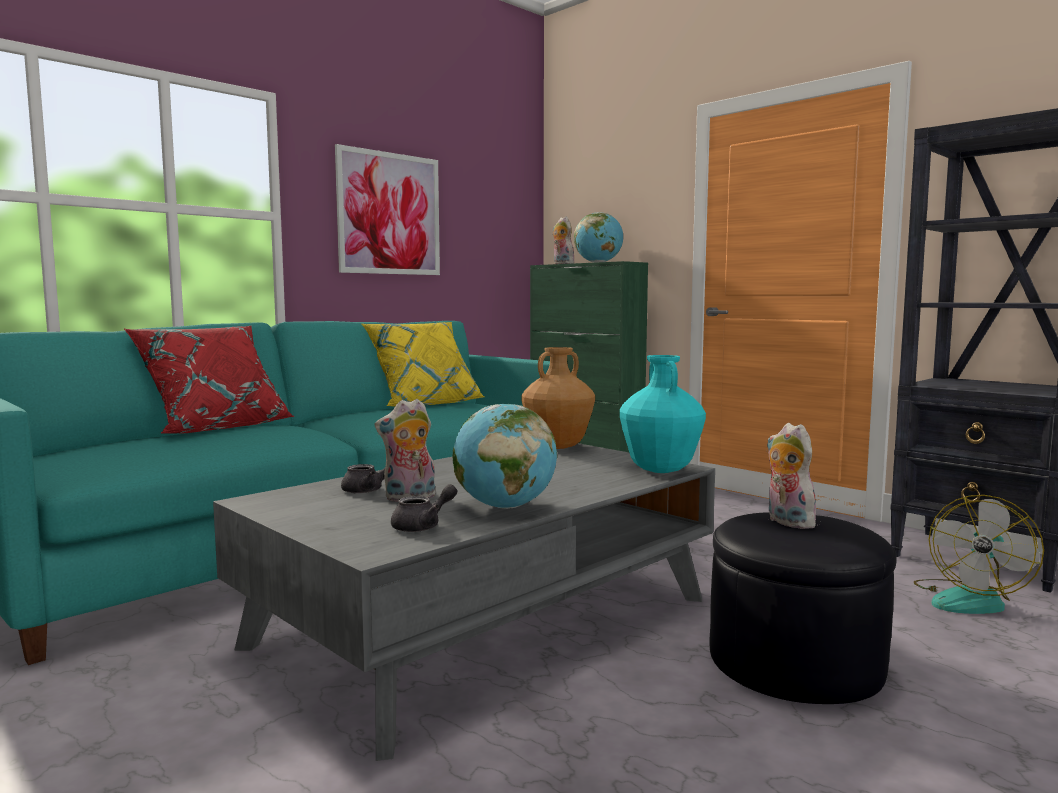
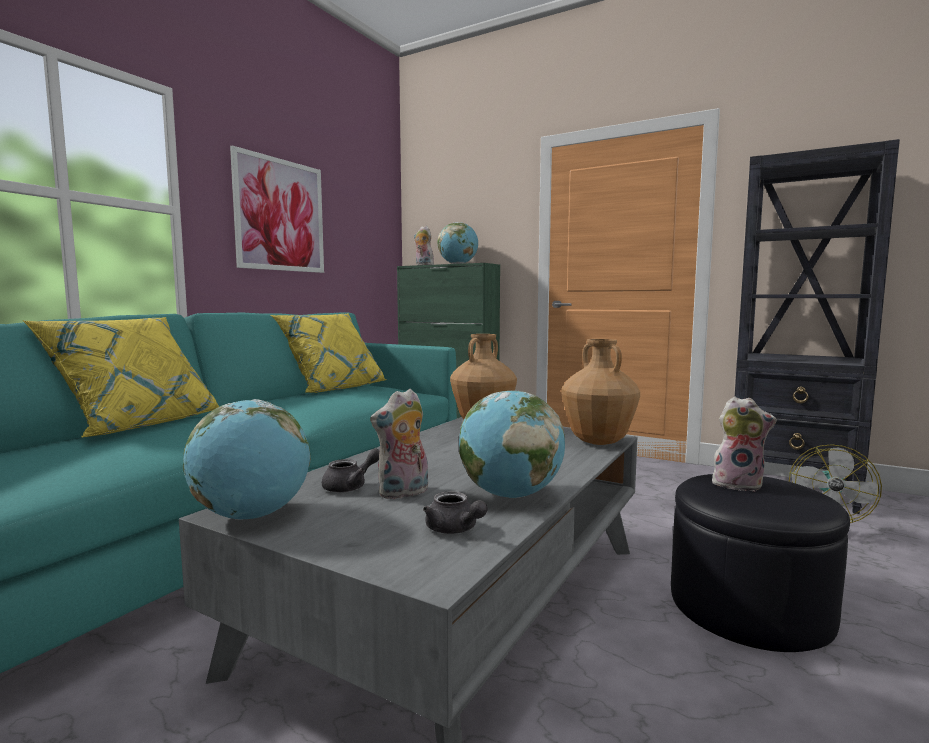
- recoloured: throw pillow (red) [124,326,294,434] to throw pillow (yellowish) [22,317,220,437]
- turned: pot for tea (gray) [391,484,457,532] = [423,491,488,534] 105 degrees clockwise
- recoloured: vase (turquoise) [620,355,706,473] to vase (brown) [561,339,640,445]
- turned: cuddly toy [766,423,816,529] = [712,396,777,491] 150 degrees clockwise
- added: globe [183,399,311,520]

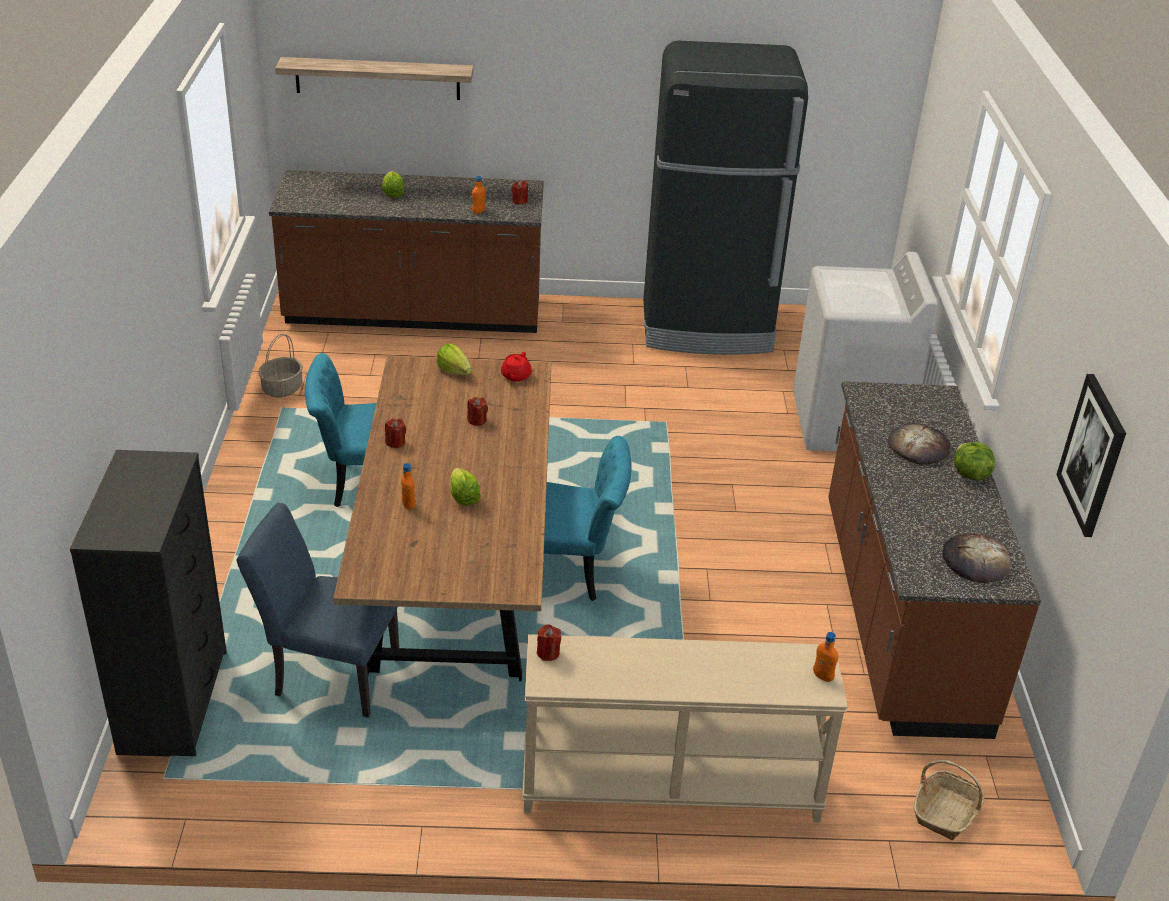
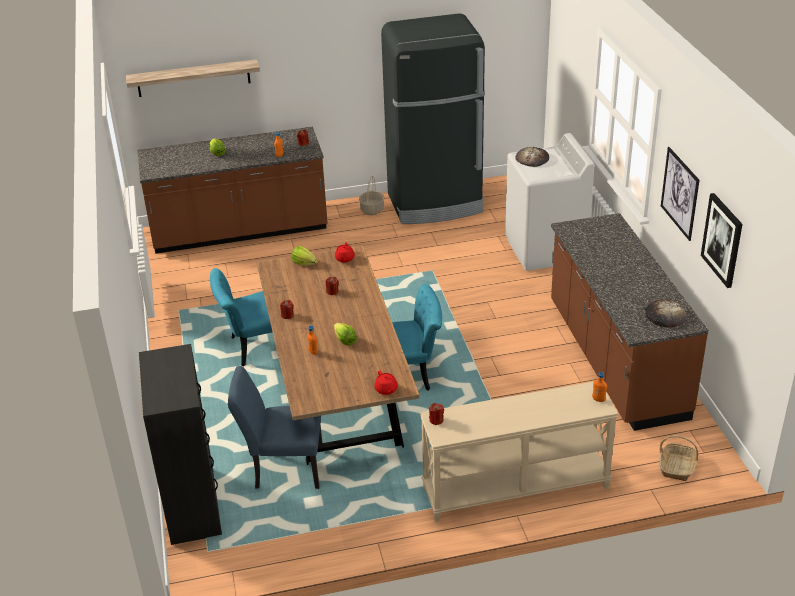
- moved: basket [258,334,303,397] to [359,176,384,215]
- moved: baked bread [887,423,950,465] to [516,147,549,167]
- removed: head of lettuce [954,442,995,481]
- added: pot for tea (red) [374,371,398,395]
- added: picture [661,147,700,241]

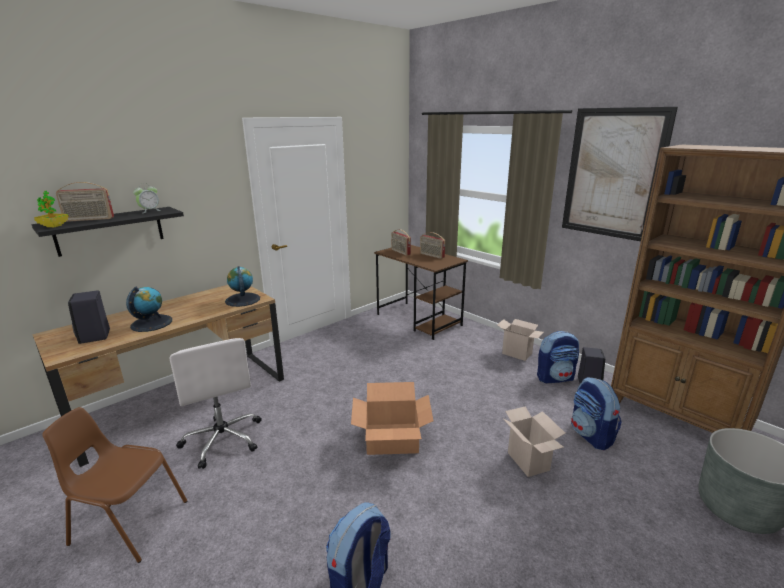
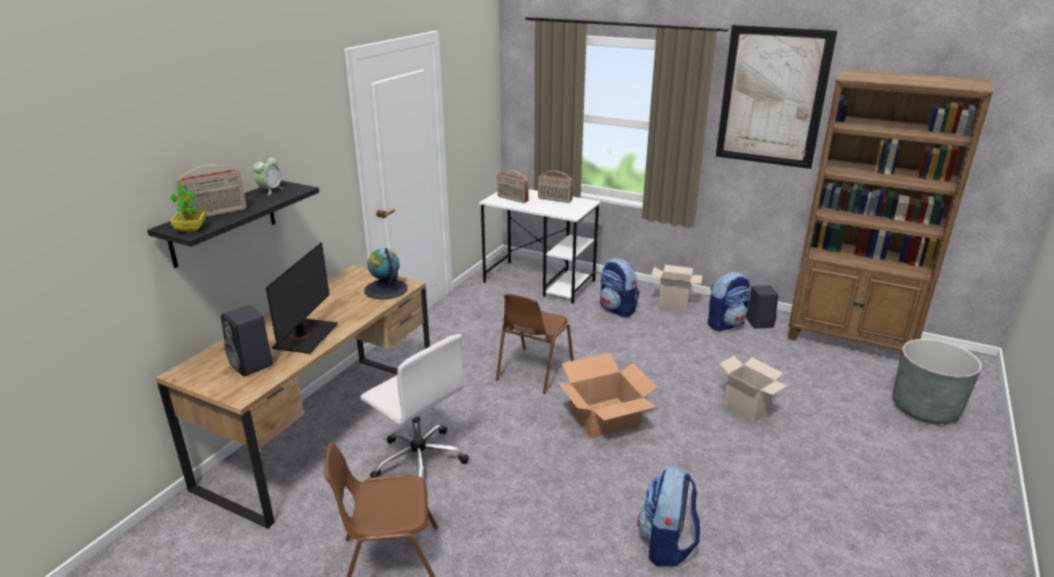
- replaced: globe [126,286,172,332] to computer screen [266,242,338,354]
- recoloured: desk unit (brown) [374,245,468,340] to desk unit (white) [479,189,601,304]
- moved: rucksack [571,377,622,450] to [600,258,639,317]
- added: upright chair (brown) [496,293,574,394]

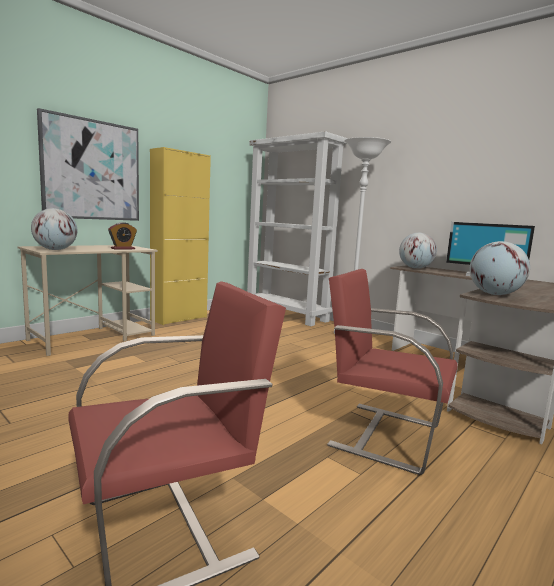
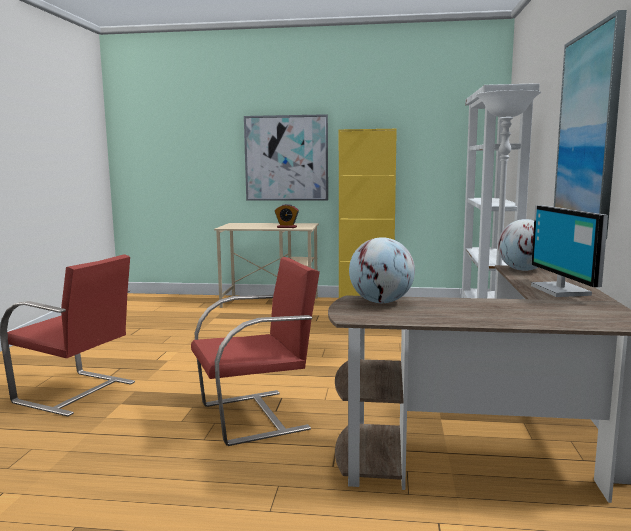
- removed: globe [31,208,77,250]
- turned: upright chair (red) [327,269,458,475] = [191,257,320,446] 75 degrees clockwise
- added: picture [554,10,627,239]

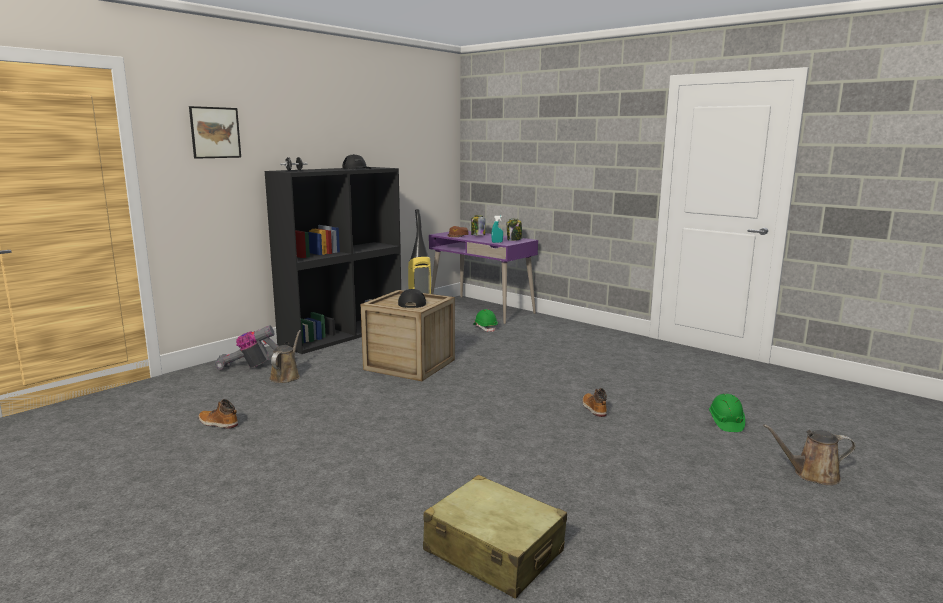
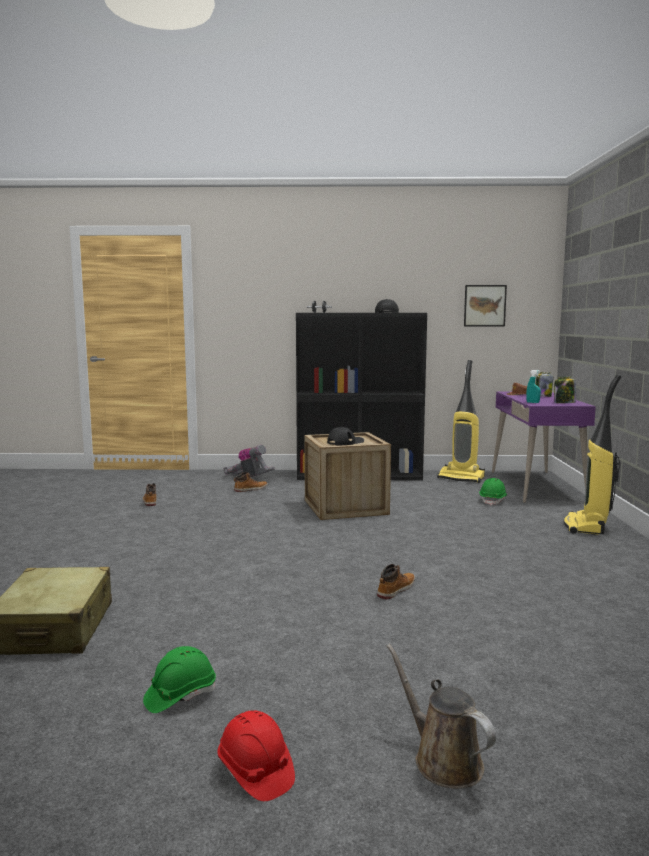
- moved: picture [189,106,241,159] to [464,285,507,326]
- replaced: watering pot (brown) [269,330,301,383] to high-top boot [234,472,268,492]
- moved: safety helmet (green-coloured) [709,394,745,432] to [143,646,216,713]
- added: safety helmet (red) [217,710,295,801]
- added: vacuum [563,374,622,535]

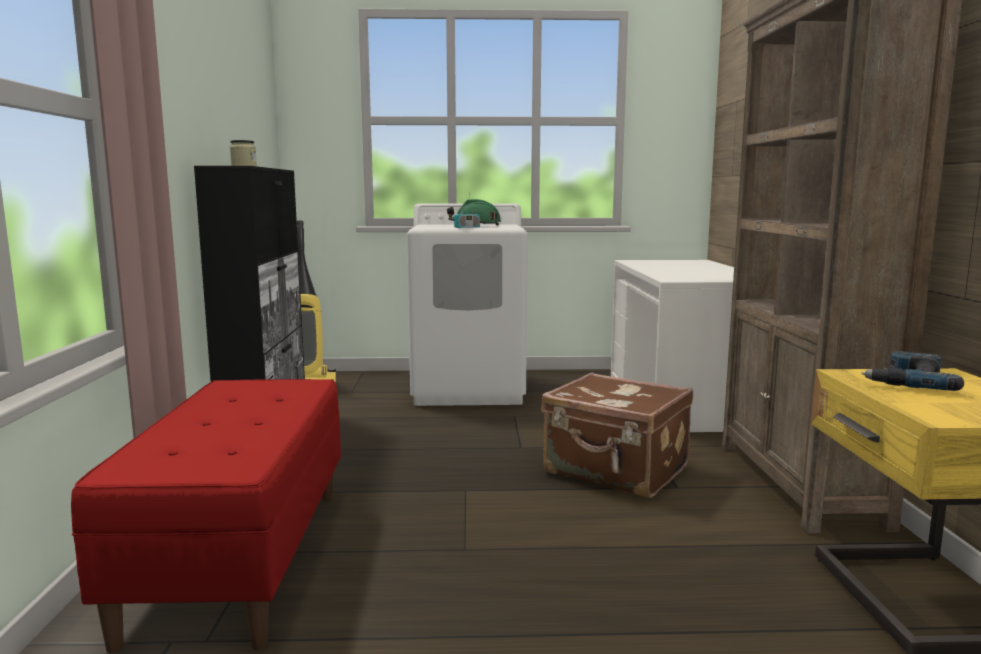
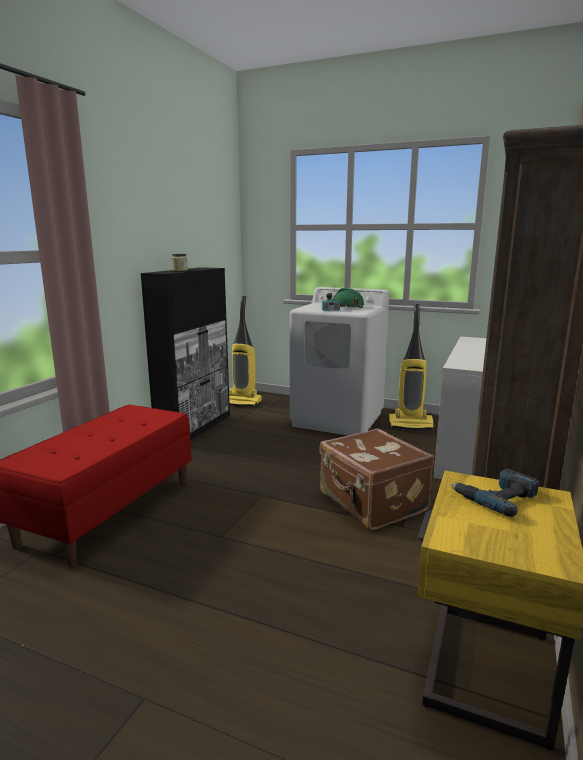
- added: vacuum [389,304,435,430]

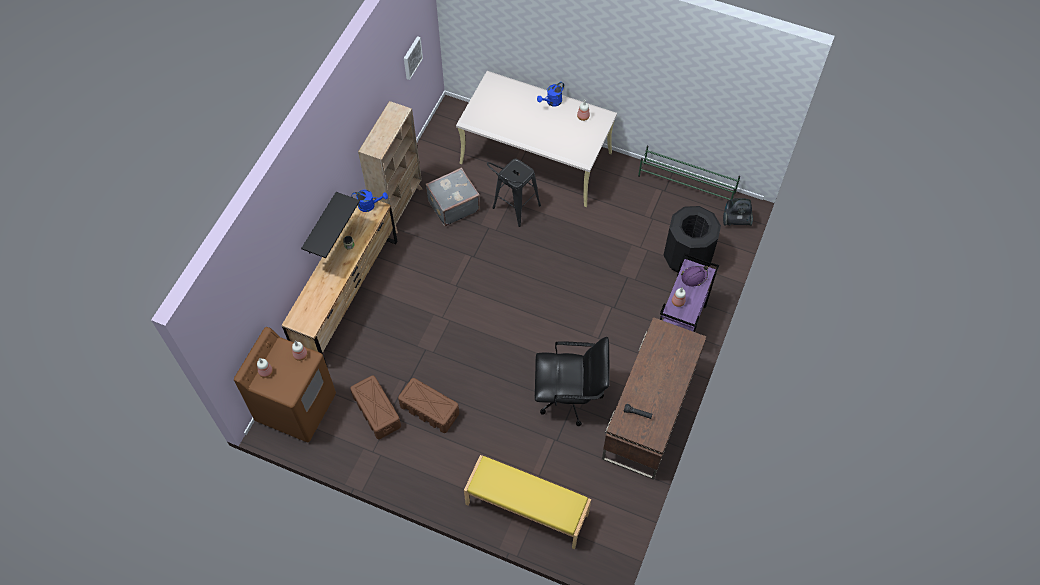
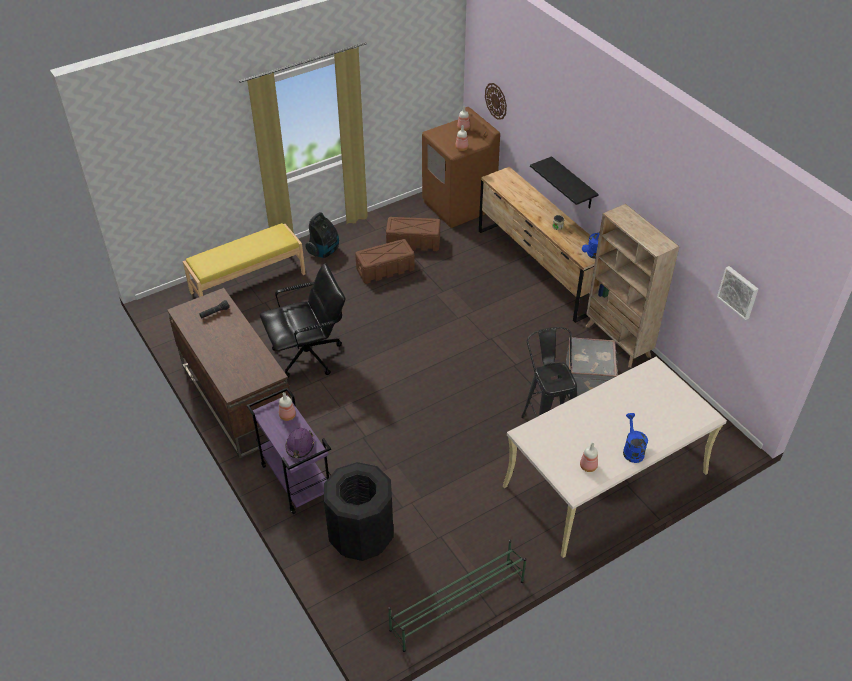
- turned: office chair (black-coloured) [535,337,610,426] = [260,263,345,378] 150 degrees counterclockwise
- moved: vacuum [723,198,753,226] to [305,212,339,258]
- added: clock on the wall [485,83,507,120]

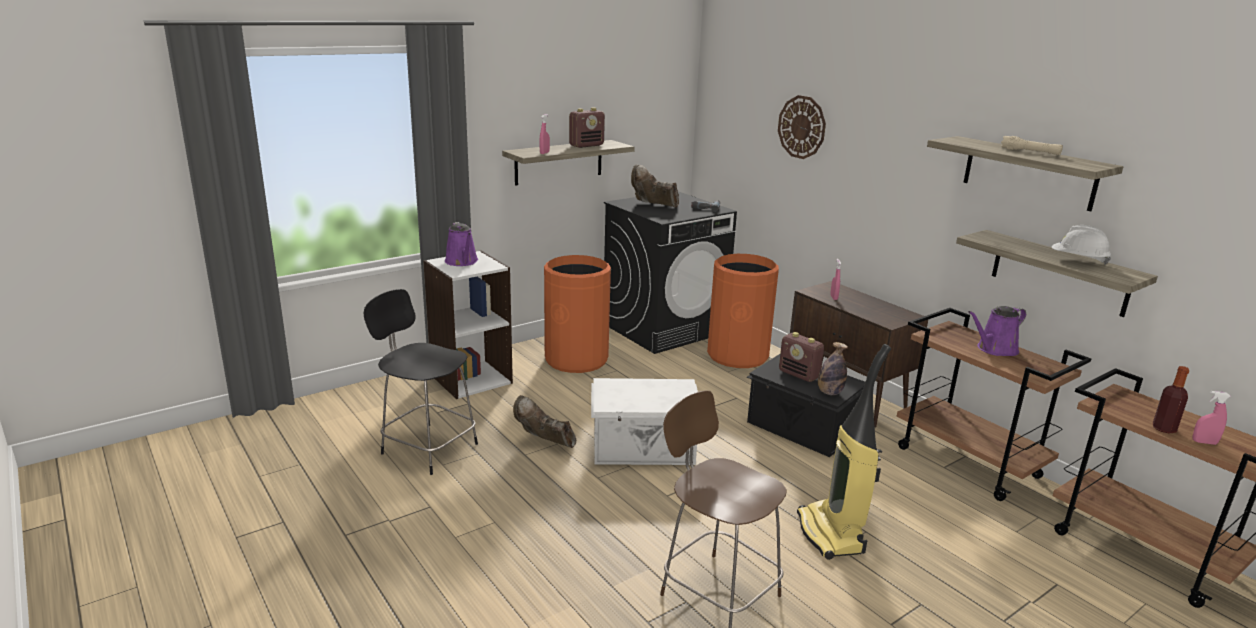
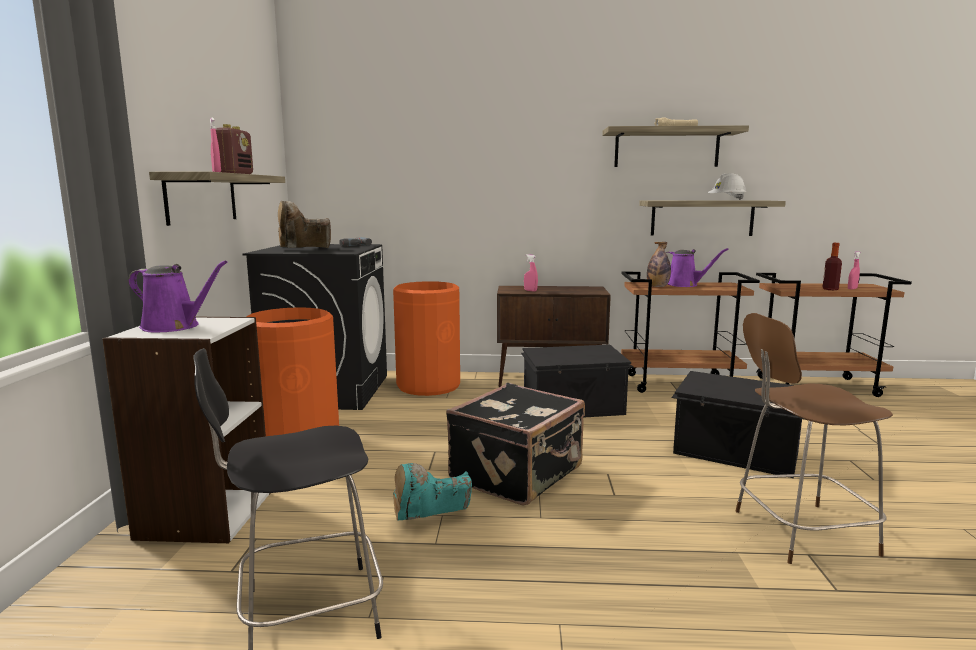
- recoloured: high-top boot (brown) [513,395,576,448] to high-top boot (turquoise) [393,463,472,521]
- replaced: storage box (white) [591,378,698,465] to piece of luggage (black-coloured) [446,383,585,506]
- removed: clock on the wall [778,95,826,159]
- removed: radio set [779,332,824,382]
- replaced: vacuum [797,344,891,560] to storage box (black-coloured) [671,371,806,478]
- moved: bottle [818,342,848,395] to [647,242,671,287]
- turned: watering pot (purple) [968,306,1026,356] = [665,248,729,287] 60 degrees counterclockwise

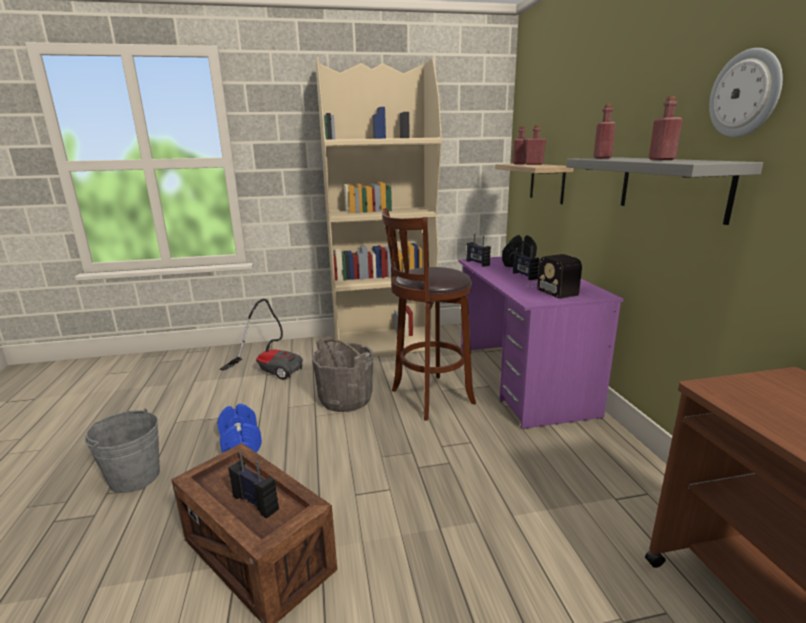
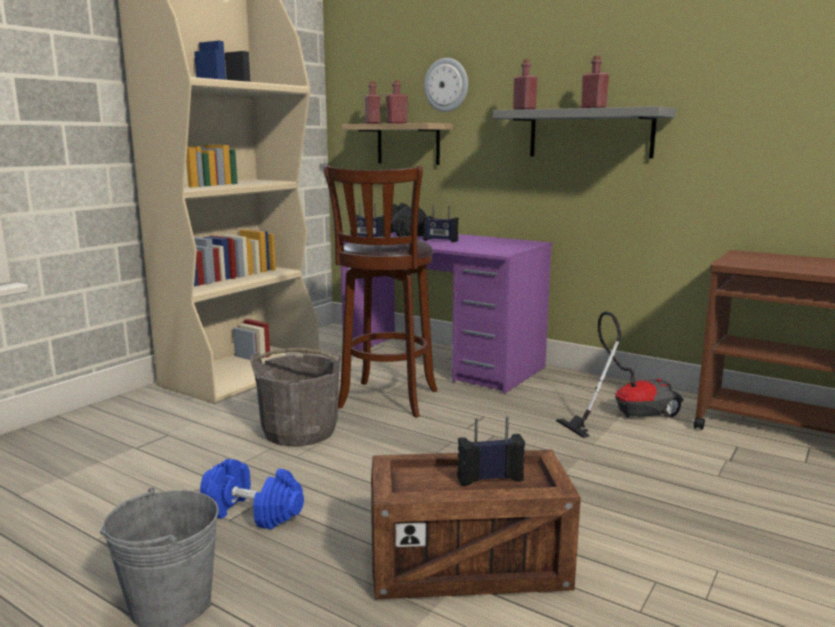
- moved: vacuum [220,299,303,380] to [556,311,683,438]
- removed: radio set [527,254,582,299]
- moved: clock on the wall [709,48,783,137] to [424,58,468,112]

